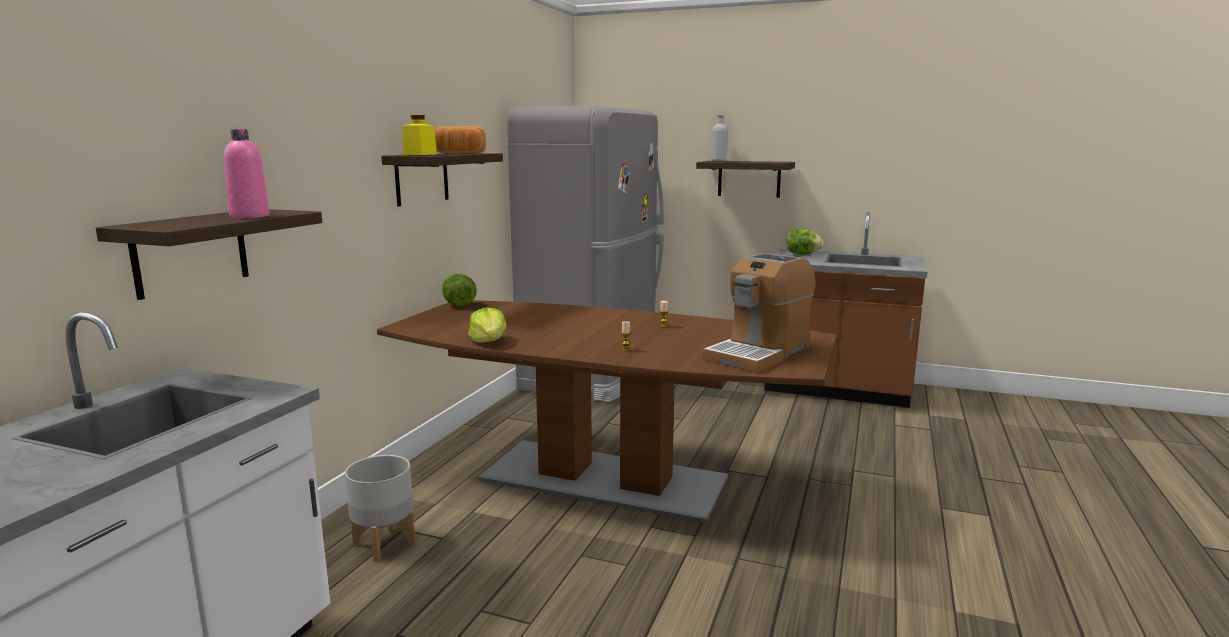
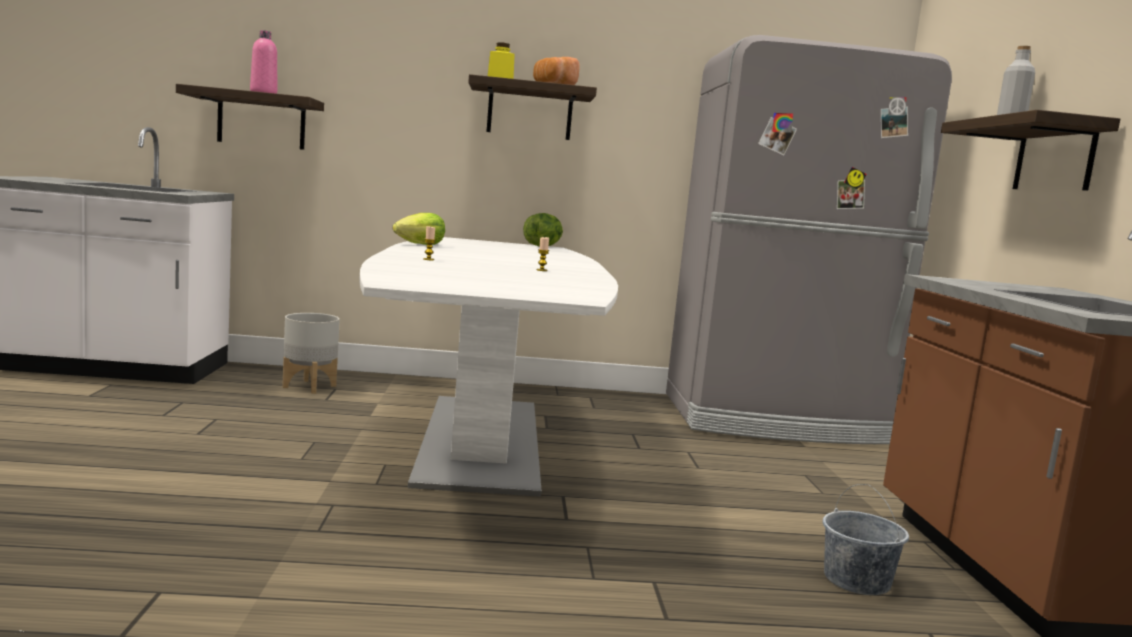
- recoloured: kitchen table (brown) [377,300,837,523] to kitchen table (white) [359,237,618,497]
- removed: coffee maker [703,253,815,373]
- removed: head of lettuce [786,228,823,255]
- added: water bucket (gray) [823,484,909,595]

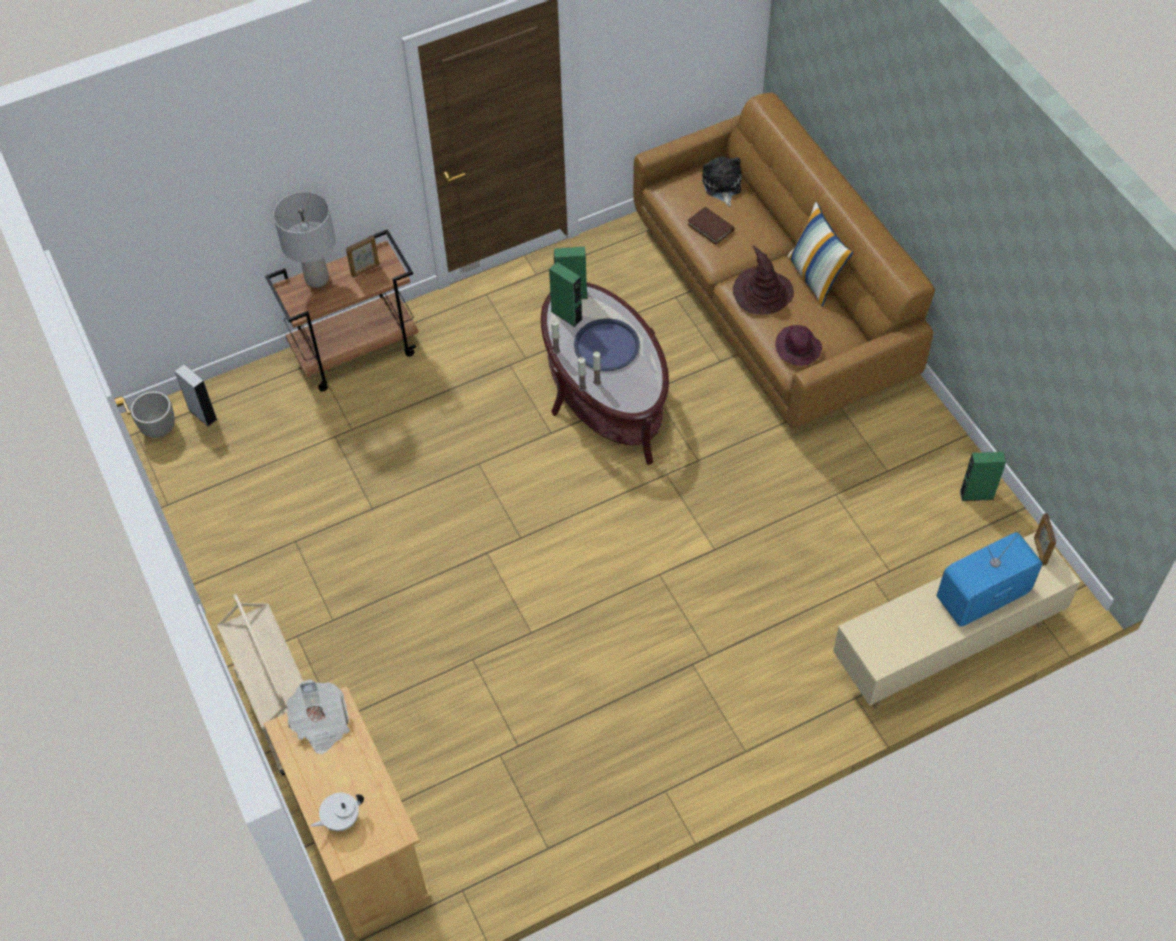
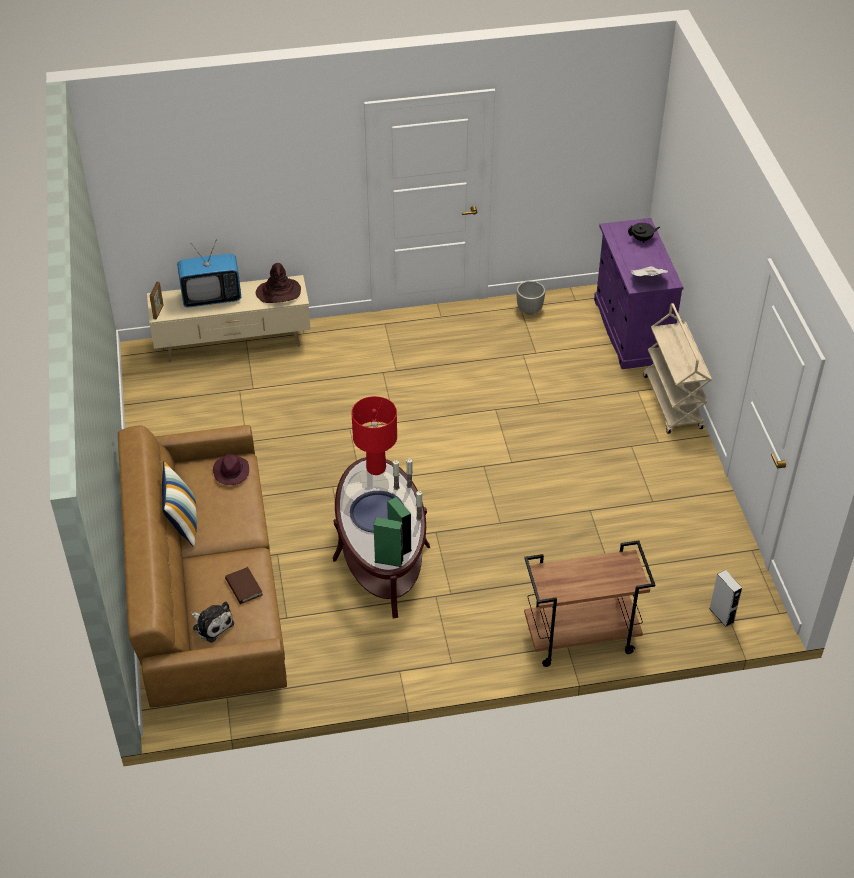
- moved: plant pot (gray) [130,391,175,438] to [516,281,545,315]
- recoloured: storage cabinet (sand-coloured) [264,686,432,938] to storage cabinet (purple) [594,218,684,369]
- removed: tabletop lamp (gray) [273,192,336,288]
- recoloured: pot for tea (white) [310,793,364,831] to pot for tea (black-coloured) [628,223,660,243]
- removed: standing frame [346,235,379,278]
- turned: cuddly toy [702,157,741,206] = [191,602,234,643] 60 degrees counterclockwise
- moved: clothing hat (brown) [733,246,794,315] to [256,263,301,303]
- removed: loudspeaker (green-coloured) [960,452,1006,501]
- added: tabletop lamp (red) [352,396,397,475]

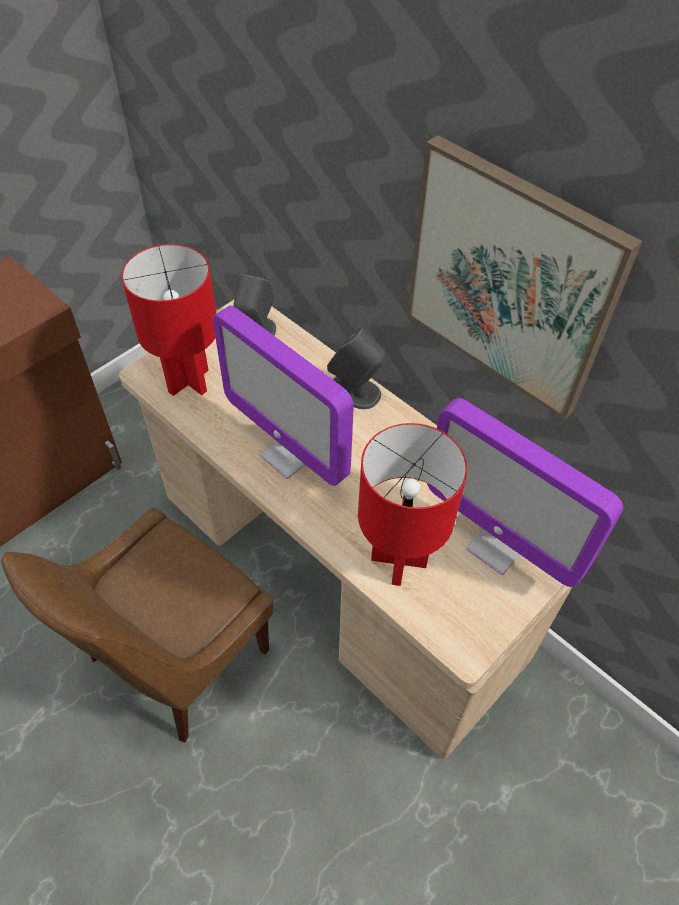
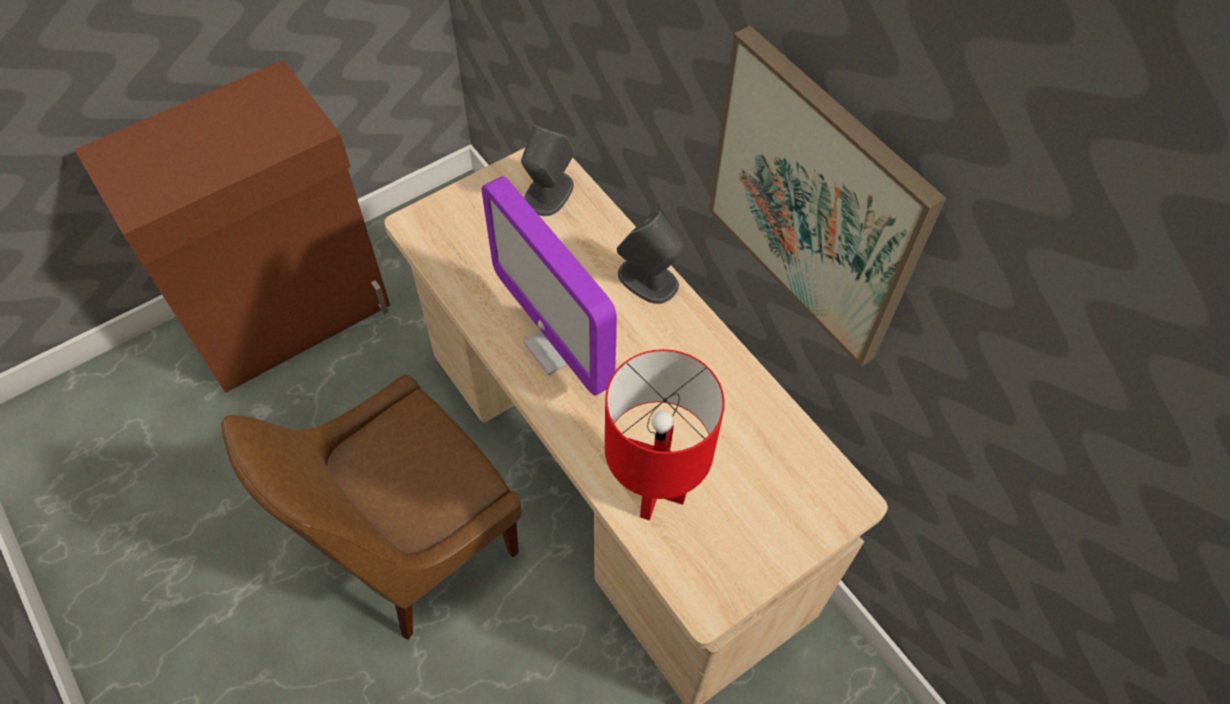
- removed: tabletop lamp (red) [121,244,217,396]
- removed: computer screen [427,398,623,587]

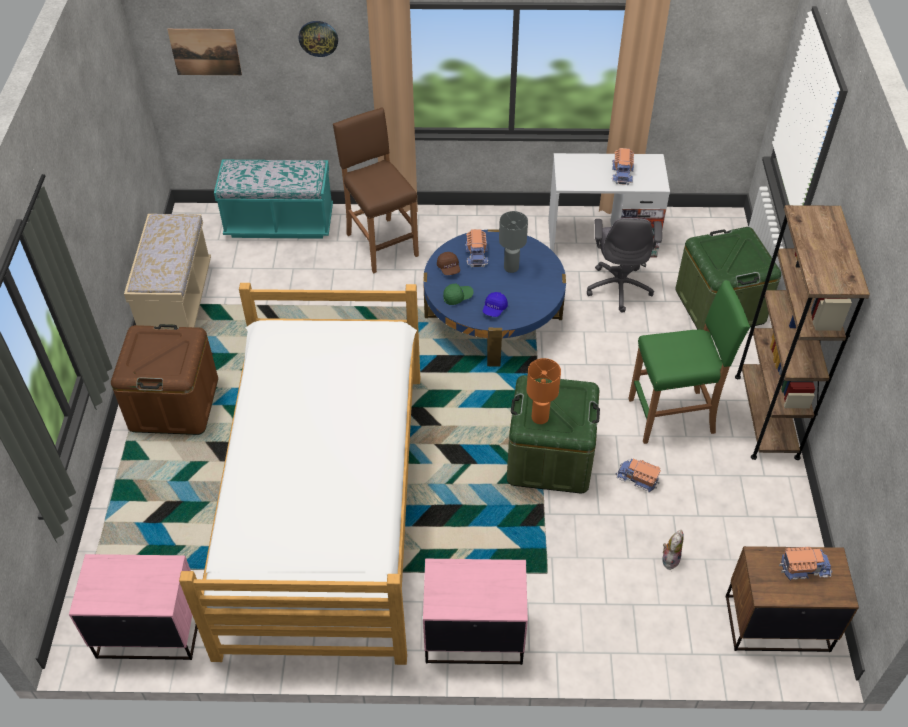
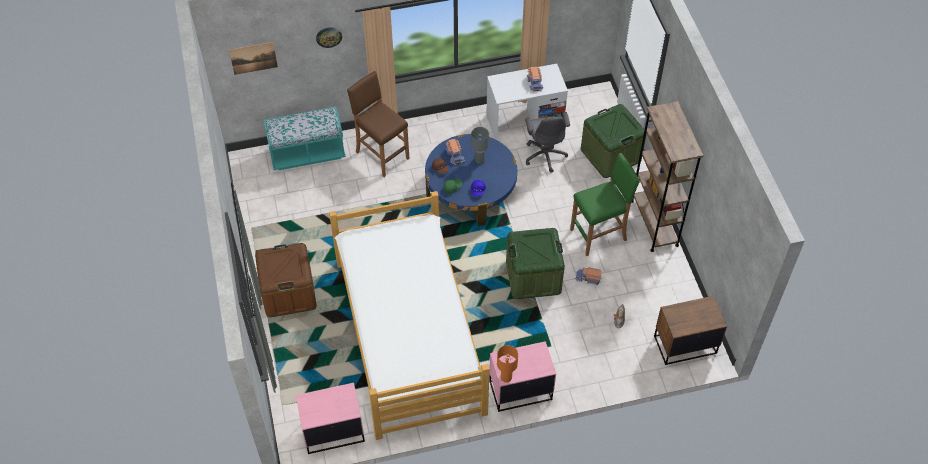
- removed: bench (sand-coloured) [124,214,211,329]
- moved: tabletop lamp (orange-coloured) [526,358,561,424] to [497,345,518,383]
- removed: model truck [779,547,832,580]

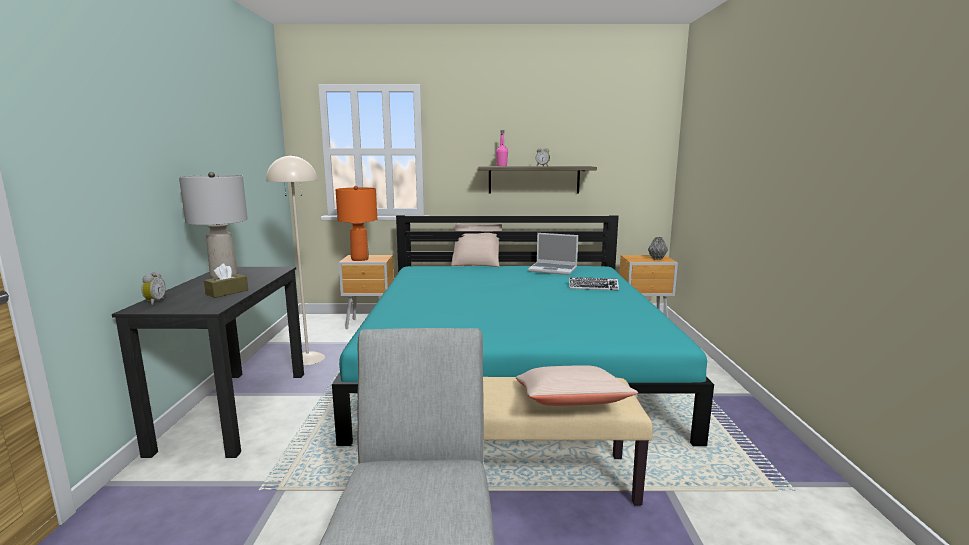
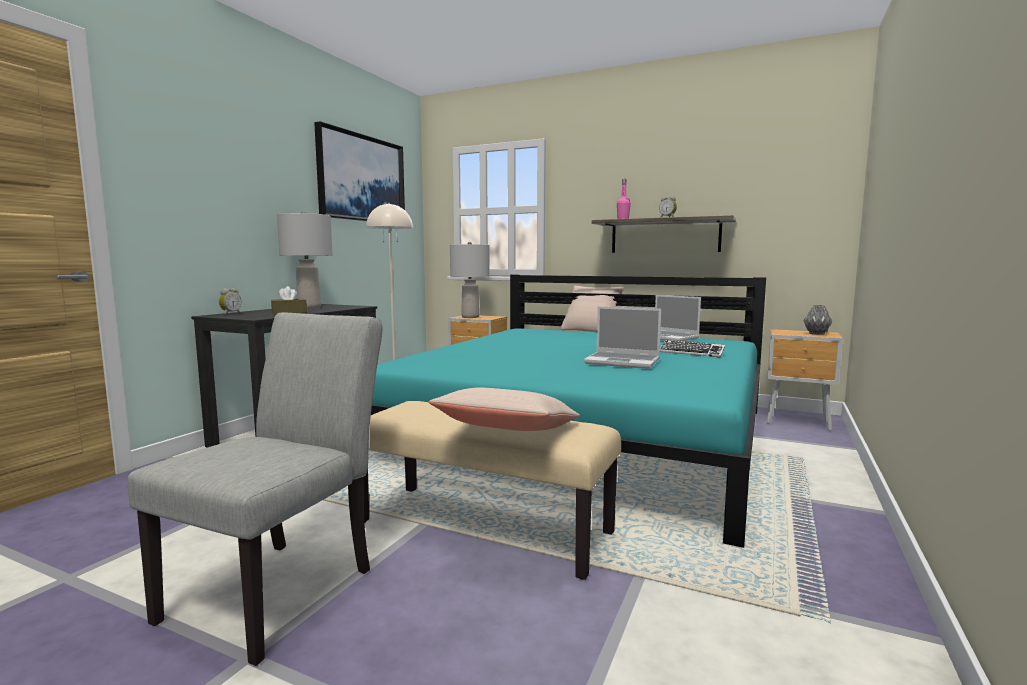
- recoloured: tabletop lamp (orange-coloured) [335,186,377,261] to tabletop lamp (gray) [450,242,490,318]
- added: picture [314,121,405,221]
- added: portable computer [583,306,661,369]

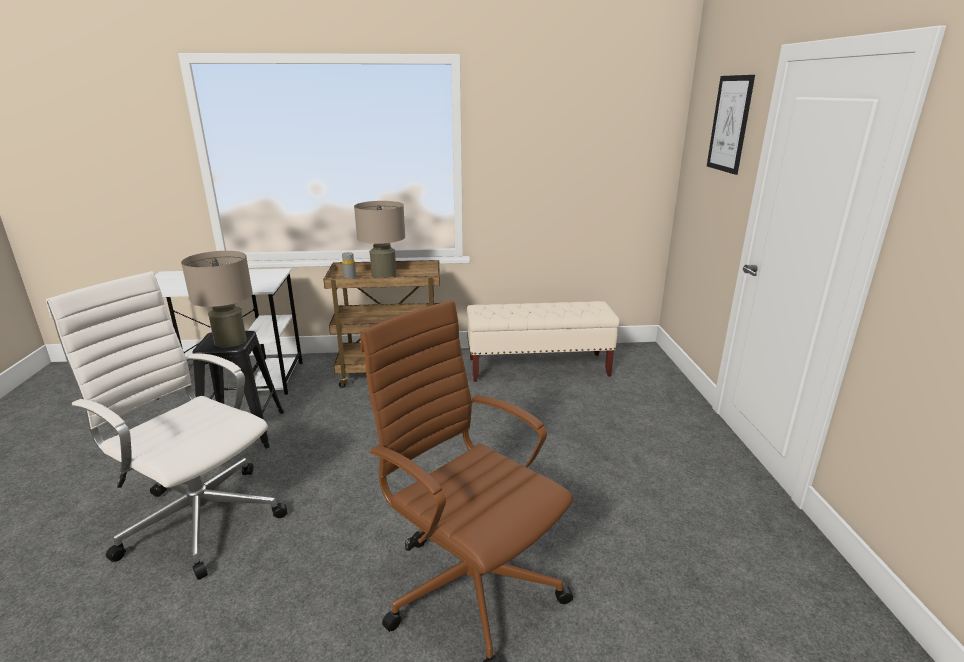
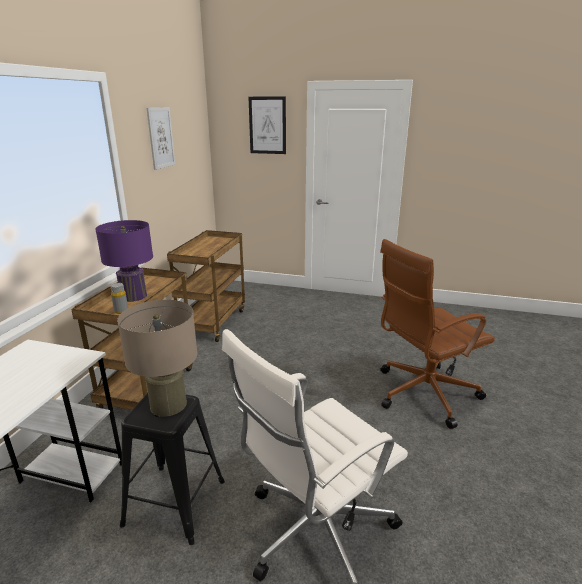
- recoloured: tabletop lamp (sand-coloured) [354,201,405,277] to tabletop lamp (purple) [95,220,153,302]
- replaced: bench (sand-coloured) [467,301,620,382] to wheeled cart (brown) [167,230,245,342]
- added: picture [147,108,175,170]

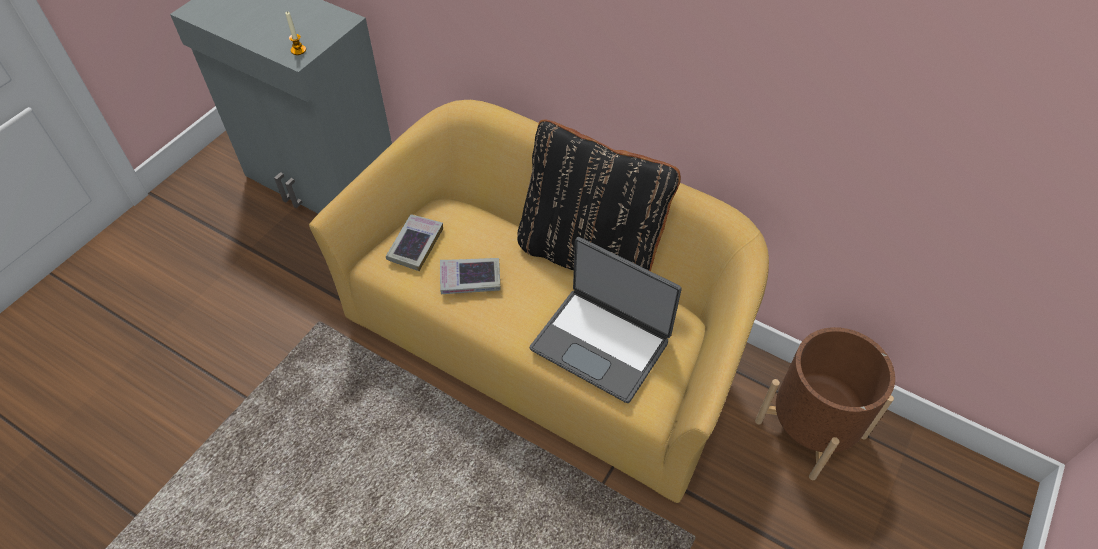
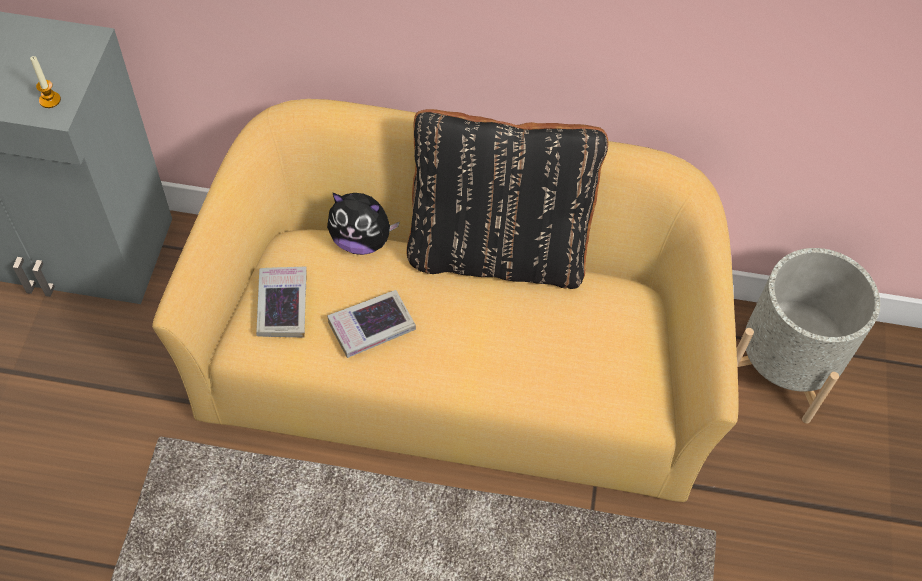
- removed: portable computer [530,237,682,403]
- recoloured: plant pot (brown) [755,327,895,480] to plant pot (gray) [737,248,880,423]
- added: cuddly toy [327,193,400,255]

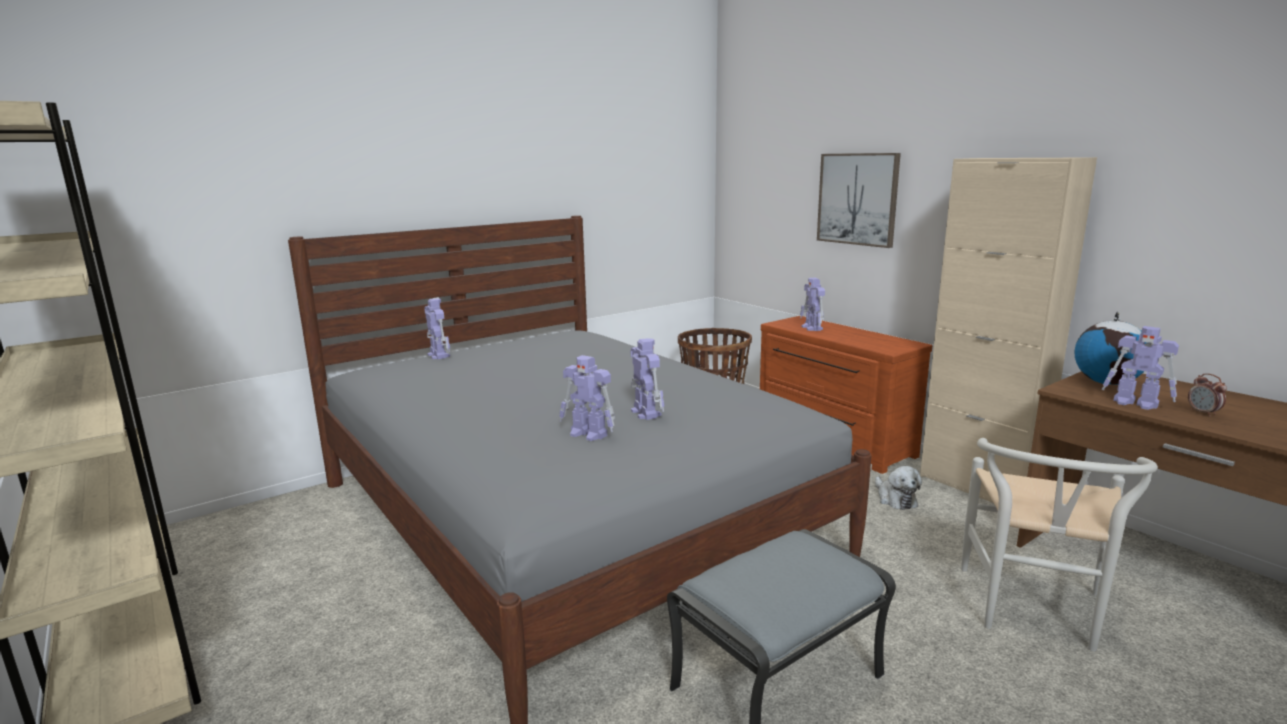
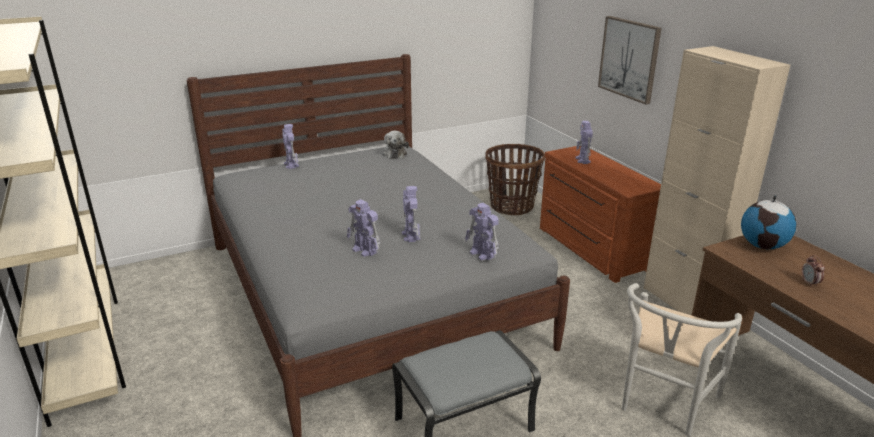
- moved: cuddly toy [875,466,922,510] to [382,131,409,159]
- moved: robot figure [1102,326,1179,410] to [465,203,499,260]

